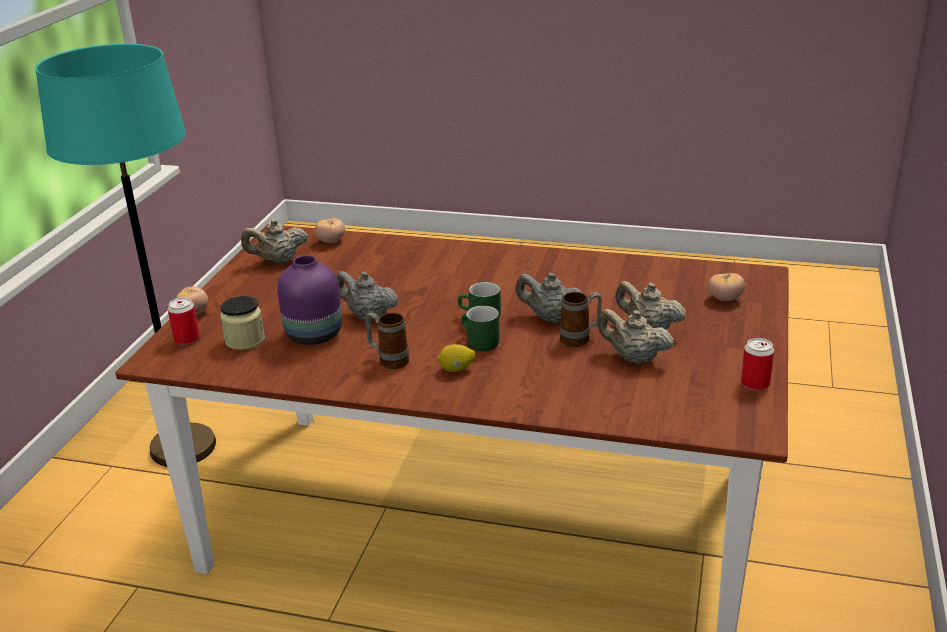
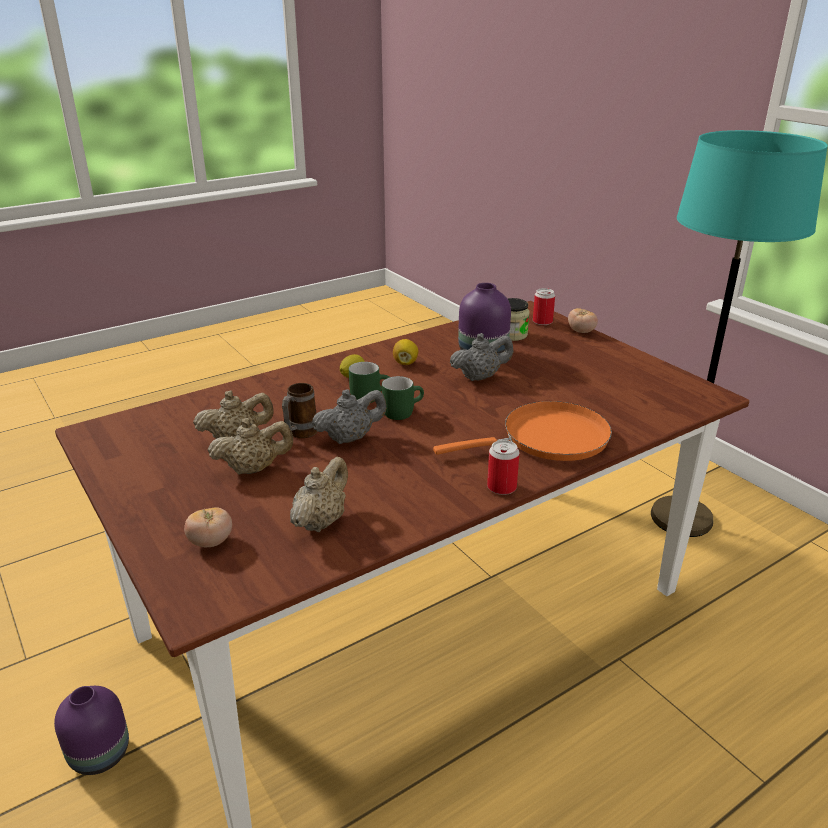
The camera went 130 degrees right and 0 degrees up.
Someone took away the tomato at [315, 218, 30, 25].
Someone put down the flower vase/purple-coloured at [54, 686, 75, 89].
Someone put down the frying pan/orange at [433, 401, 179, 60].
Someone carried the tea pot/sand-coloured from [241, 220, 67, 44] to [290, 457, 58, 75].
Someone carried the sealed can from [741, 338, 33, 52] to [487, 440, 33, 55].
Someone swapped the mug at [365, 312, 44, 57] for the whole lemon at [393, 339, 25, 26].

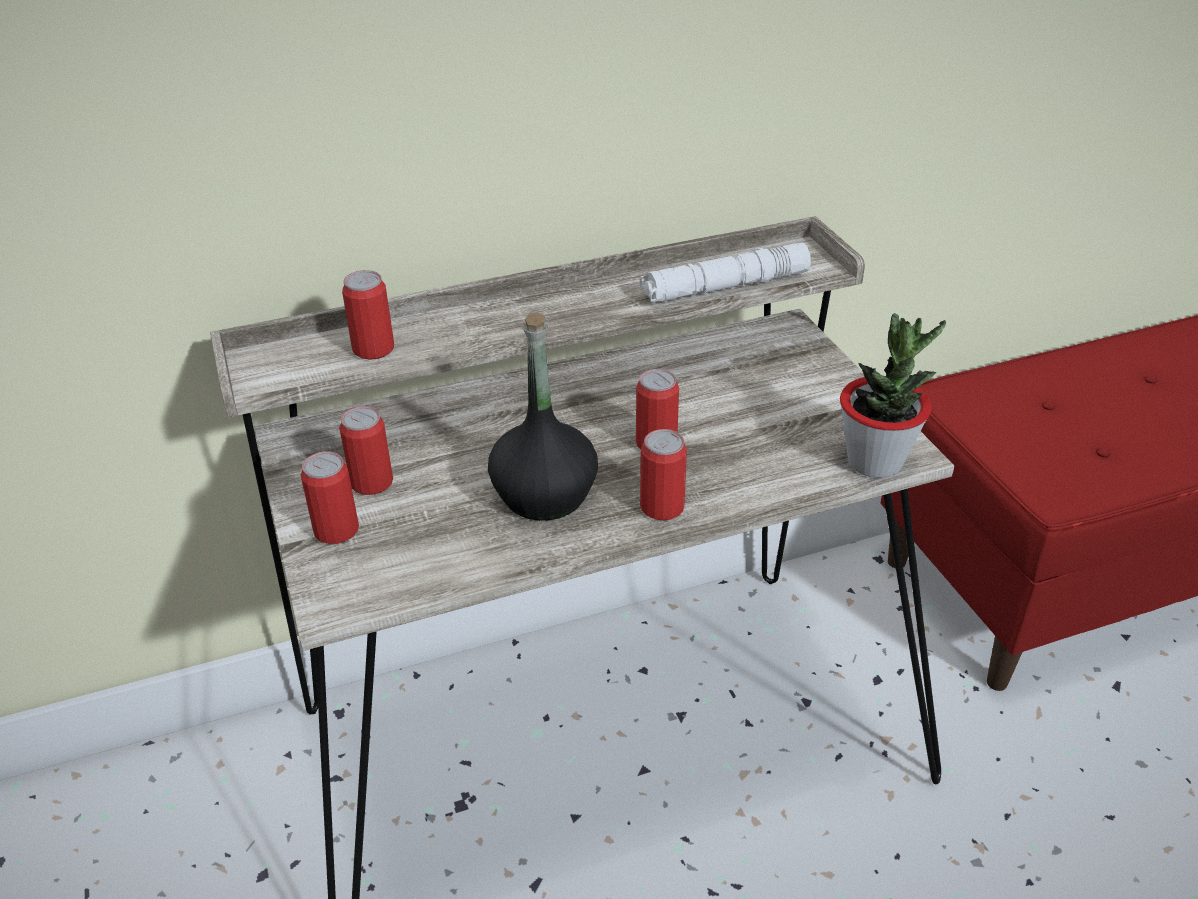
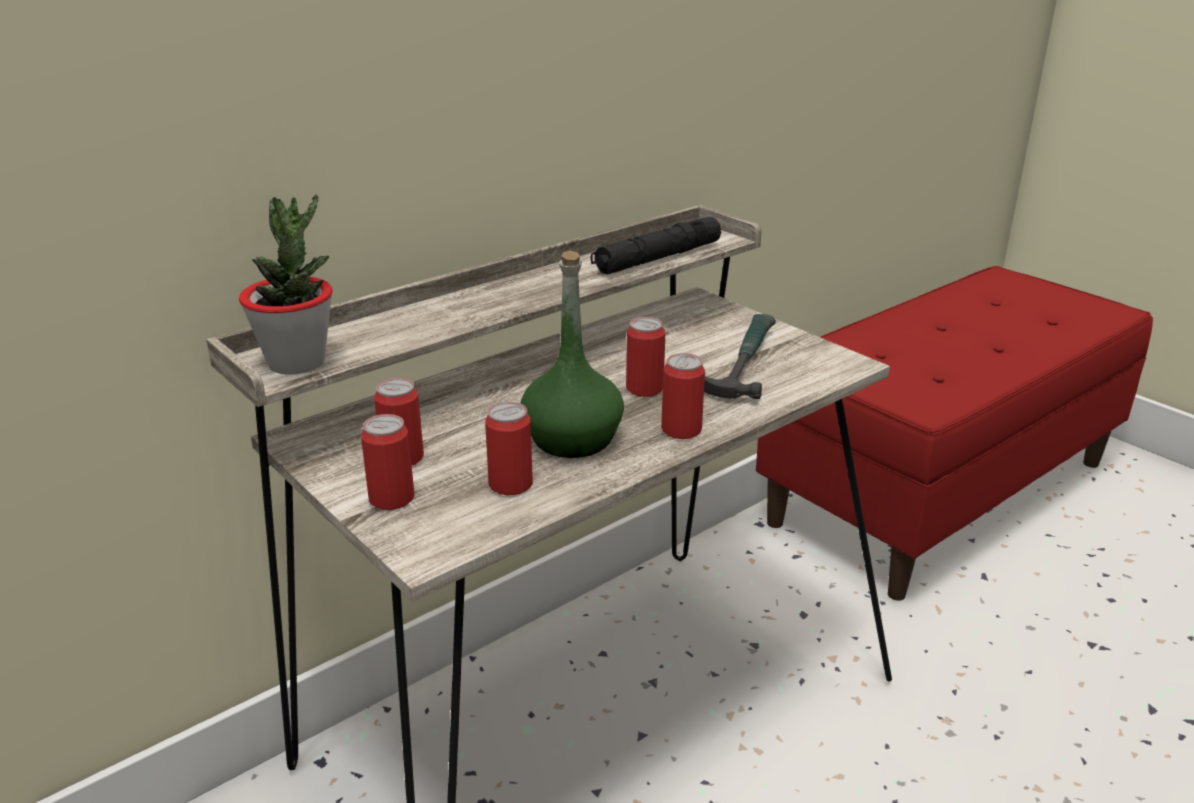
The camera went 20 degrees left and 10 degrees down.
Someone put down the tool hammer at [704, 314, 72, 85].
Someone carried the sealed can from [342, 270, 52, 90] to [485, 402, 48, 93].
Someone carried the plant in a pot from [840, 313, 106, 165] to [239, 195, 94, 180].
Someone repainted the bottle/black-coloured at [488, 312, 110, 209], which became the bottle/green at [520, 251, 104, 207].
Someone repainted the flashlight/white at [640, 242, 171, 61], which became the flashlight/black-coloured at [590, 216, 131, 59].

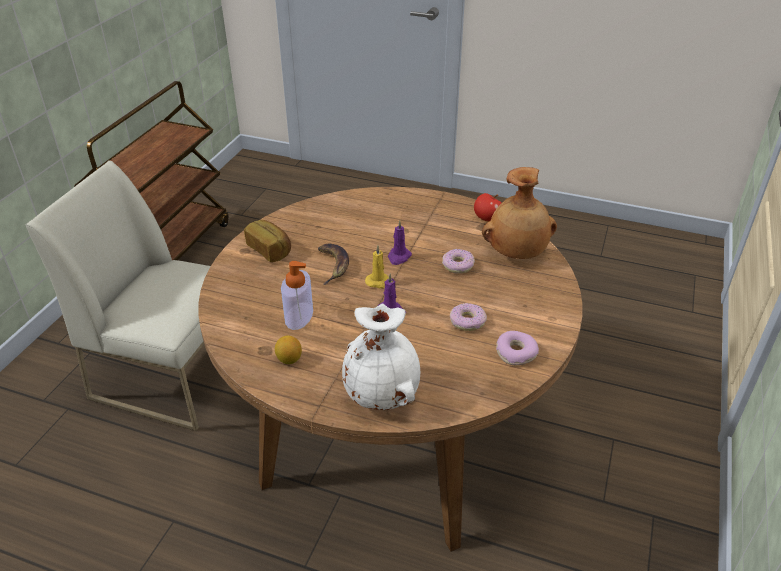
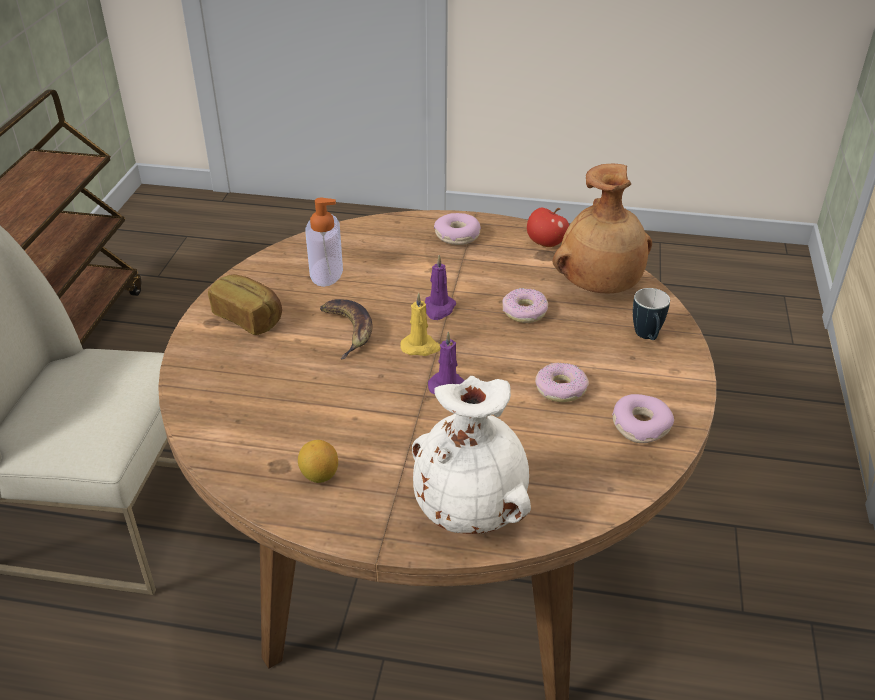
The camera went 10 degrees left and 0 degrees up.
Someone put down the ring doughnut at [434, 213, 47, 32].
Someone put down the mug at [633, 288, 37, 52].
Someone carried the liquid soap bottle from [281, 261, 32, 69] to [306, 198, 37, 89].

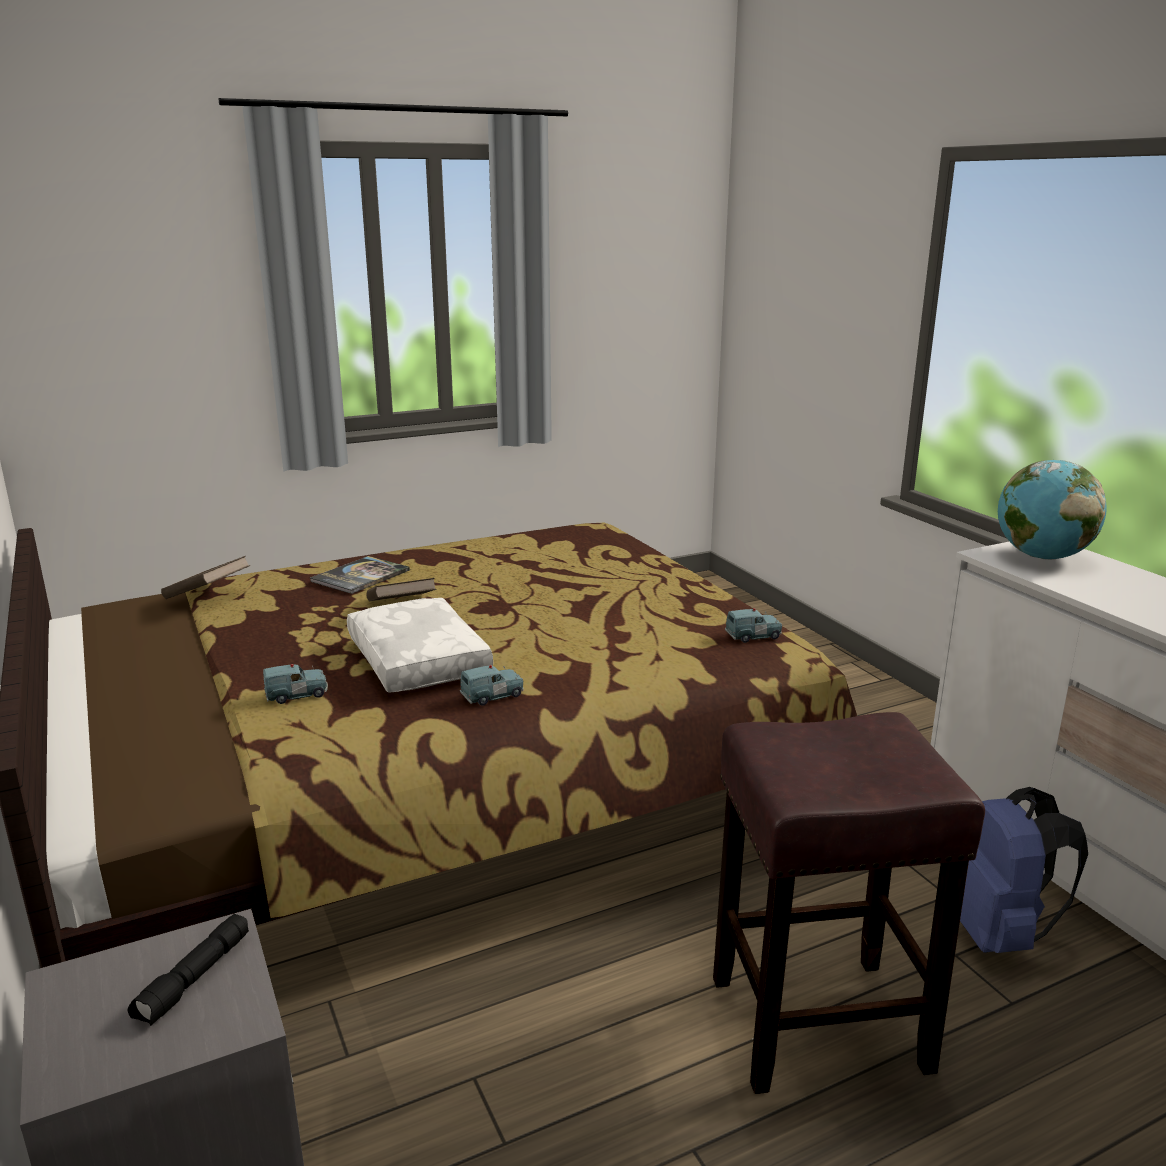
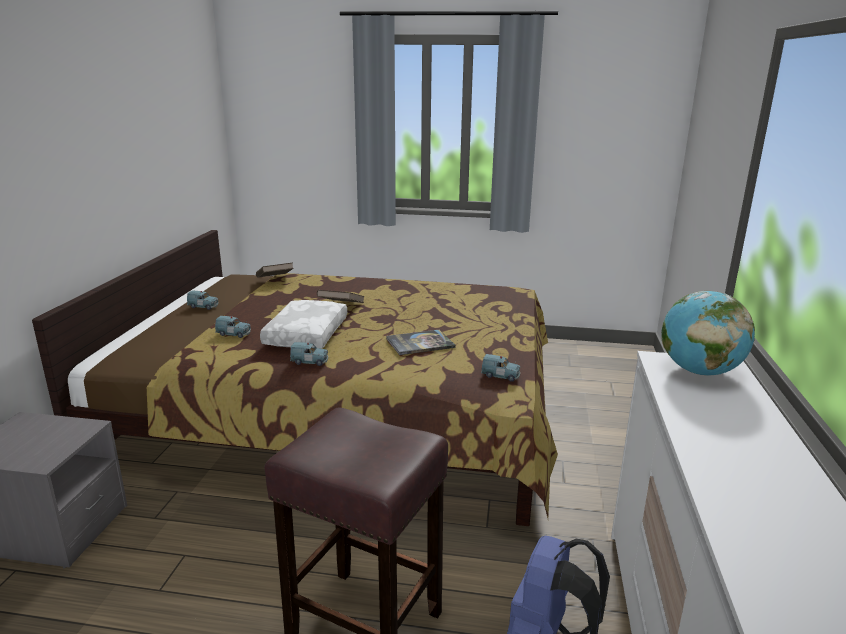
The camera went 35 degrees right and 0 degrees up.
Someone took away the flashlight/black-coloured at [128, 914, 121, 112].
Someone put down the miniature car/bluish at [187, 291, 32, 19].
Someone carried the bound book from [310, 556, 100, 38] to [386, 330, 70, 25].

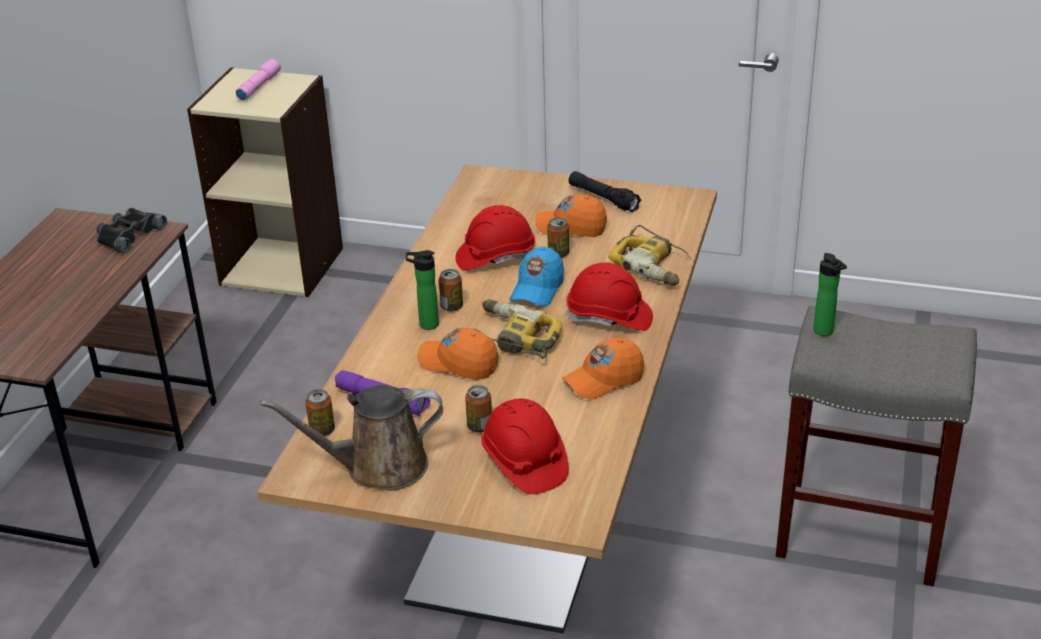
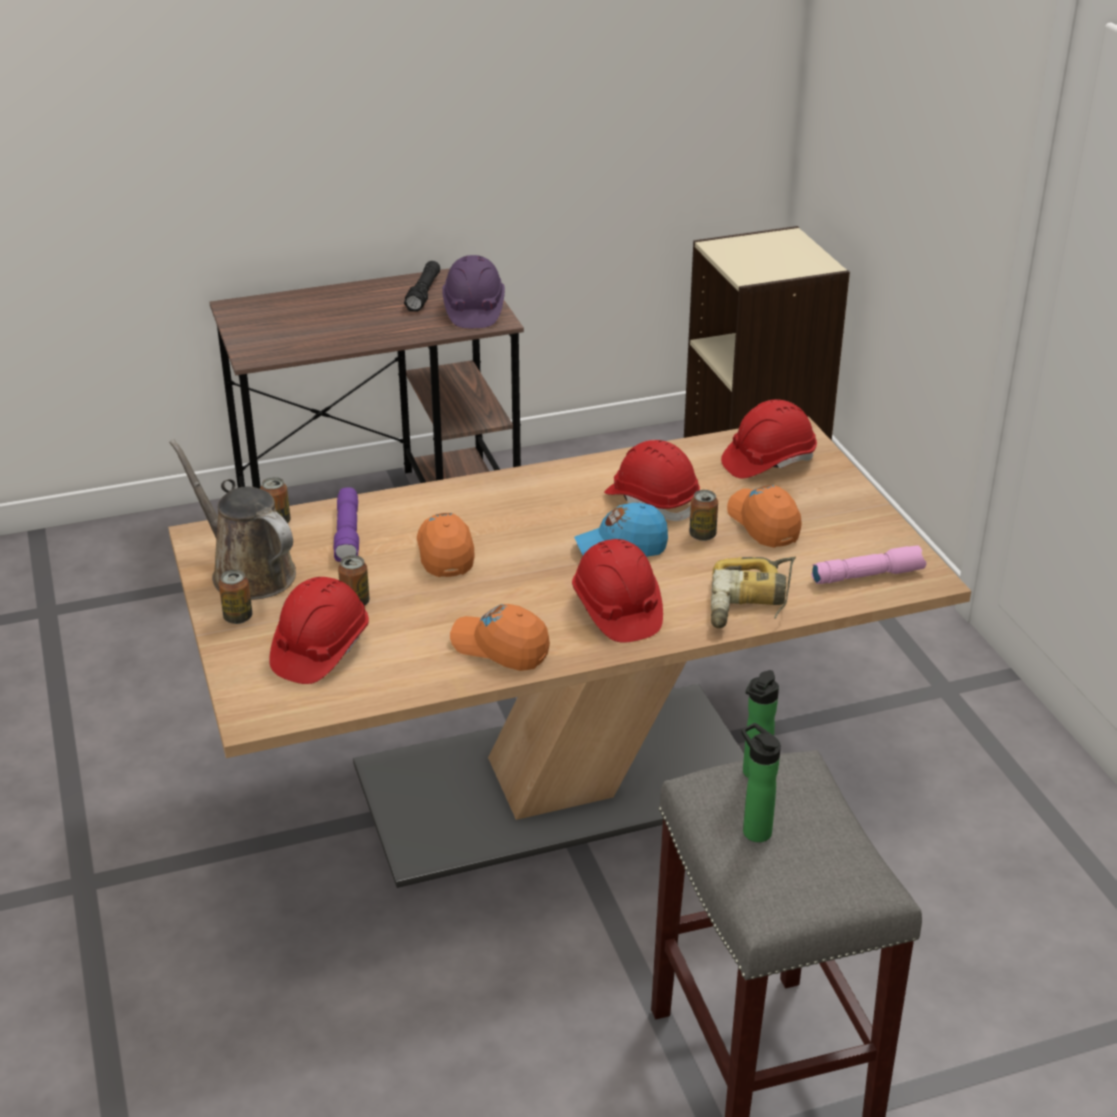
The camera went 55 degrees right and 0 degrees up.
Someone took away the power drill at [473, 299, 89, 60].
Someone put down the work helmet/red-coloured at [721, 399, 96, 80].
Someone carried the flashlight/pink-coloured from [236, 59, 45, 41] to [811, 546, 115, 38].
Someone carried the bottle from [406, 250, 33, 80] to [741, 723, 40, 119].
Someone carried the sealed can from [439, 269, 24, 43] to [219, 570, 33, 54].
Someone carried the flashlight/black-coloured from [569, 171, 72, 41] to [404, 261, 36, 51].
Someone swapped the pair of binoculars/black-coloured at [97, 208, 70, 46] for the work helmet/purple-coloured at [442, 255, 63, 73].

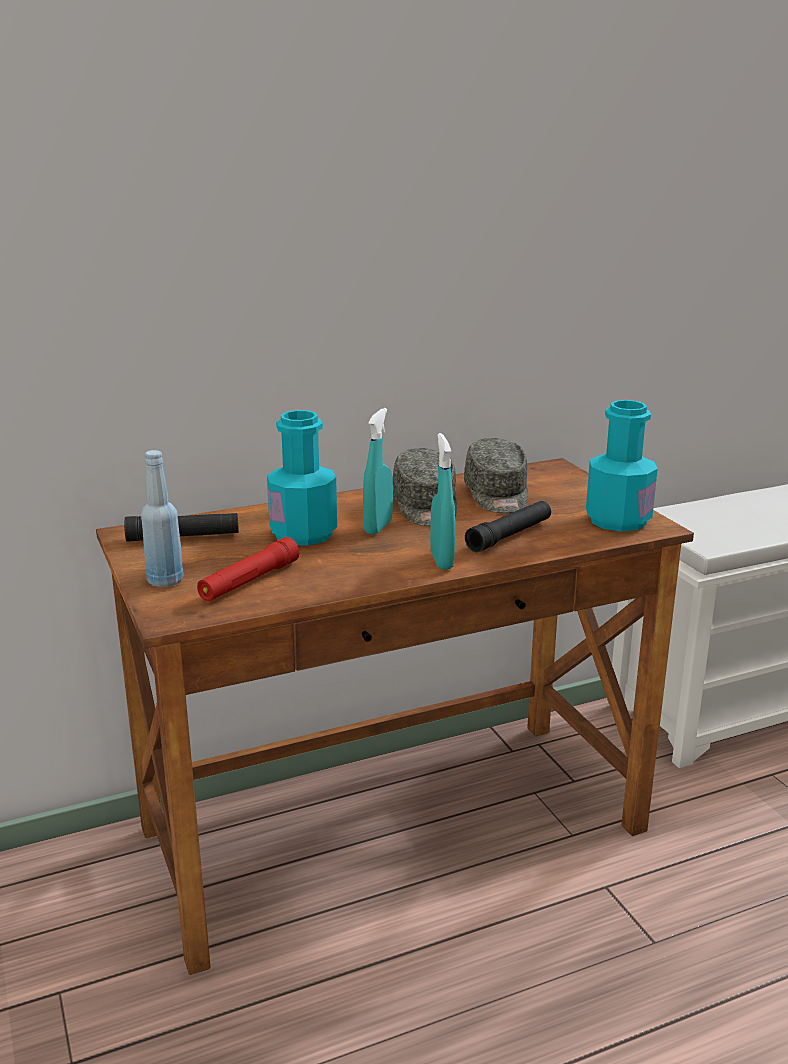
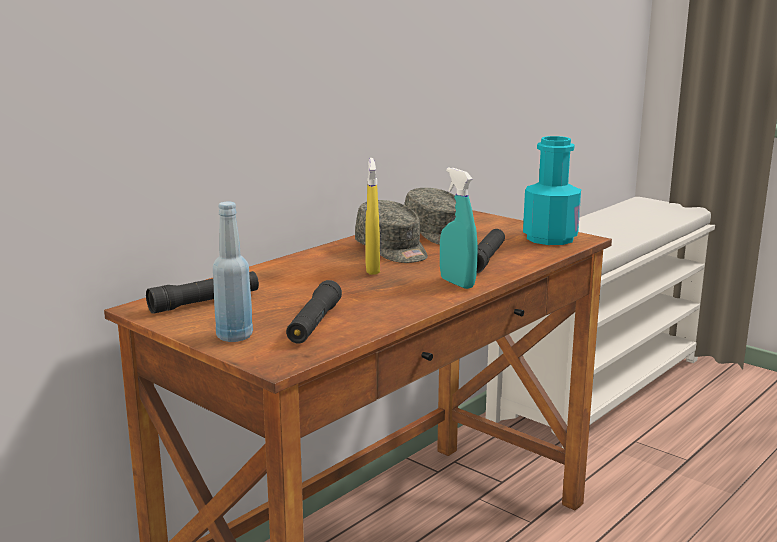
The camera went 25 degrees left and 5 degrees down.
Someone took away the bottle/blue-green at [267, 410, 70, 136].
Someone repainted the flashlight/red-coloured at [197, 537, 102, 64], which became the flashlight/black-coloured at [286, 280, 56, 63].
Someone repainted the spray bottle/blue-green at [363, 408, 30, 126], which became the spray bottle/yellow at [365, 158, 15, 117].

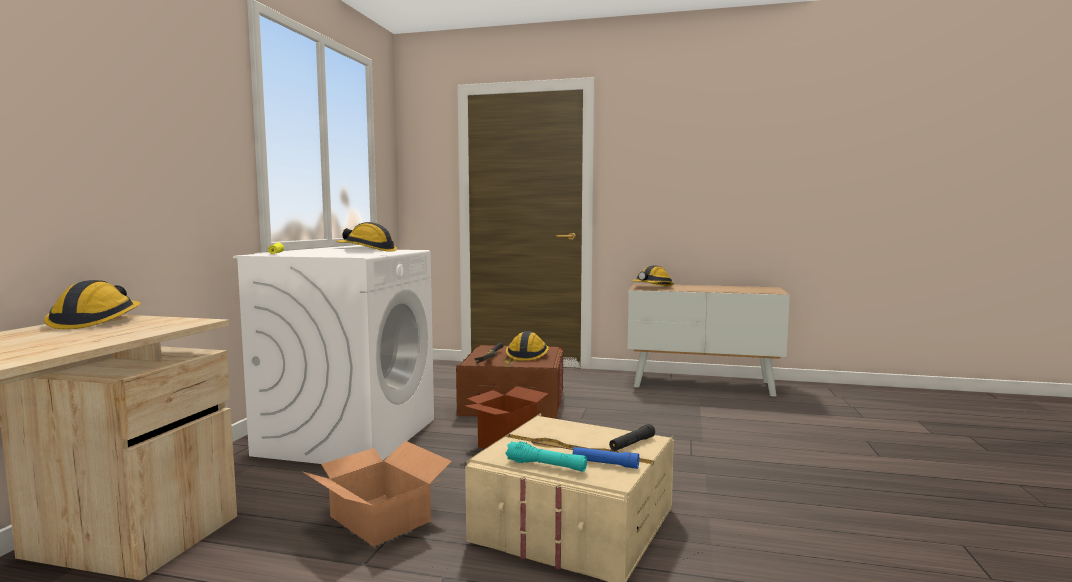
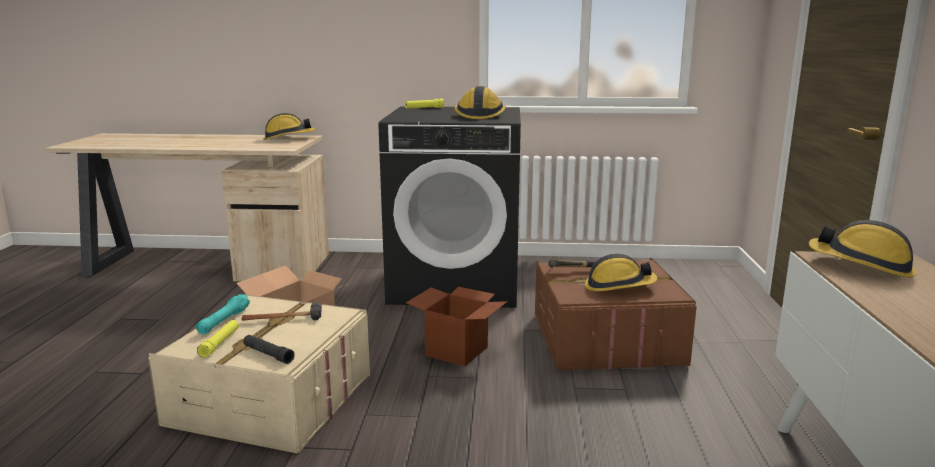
The camera went 80 degrees right and 10 degrees up.
Someone put down the tool hammer at [242, 302, 80, 19].
Someone repainted the washing machine/white at [233, 249, 201, 215], which became the washing machine/black-coloured at [378, 106, 143, 202].
Someone repainted the flashlight/bluish at [573, 447, 66, 22], which became the flashlight/yellow at [197, 320, 42, 38].

